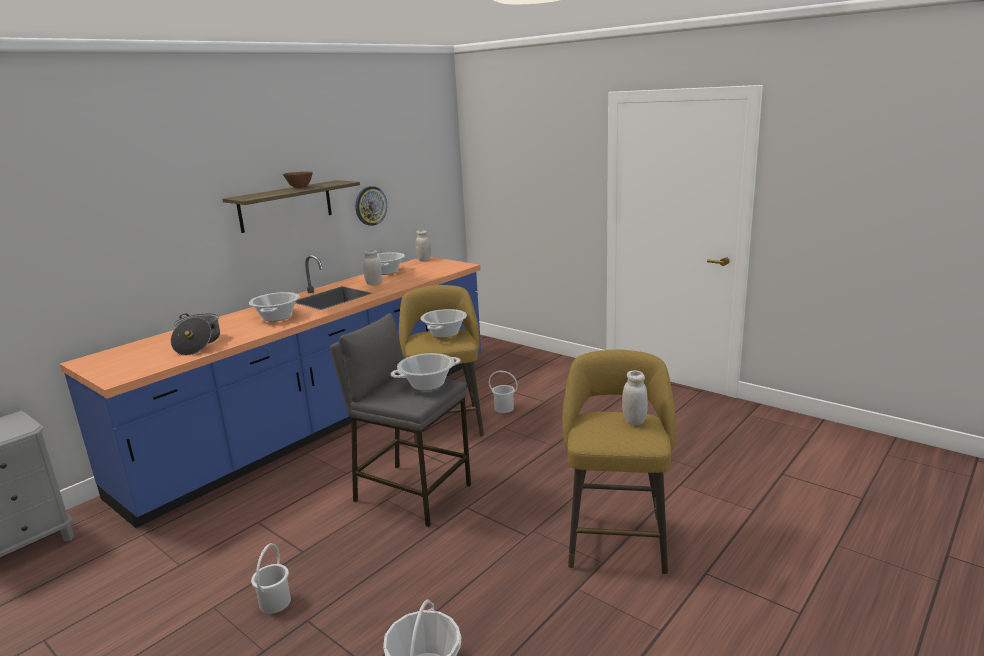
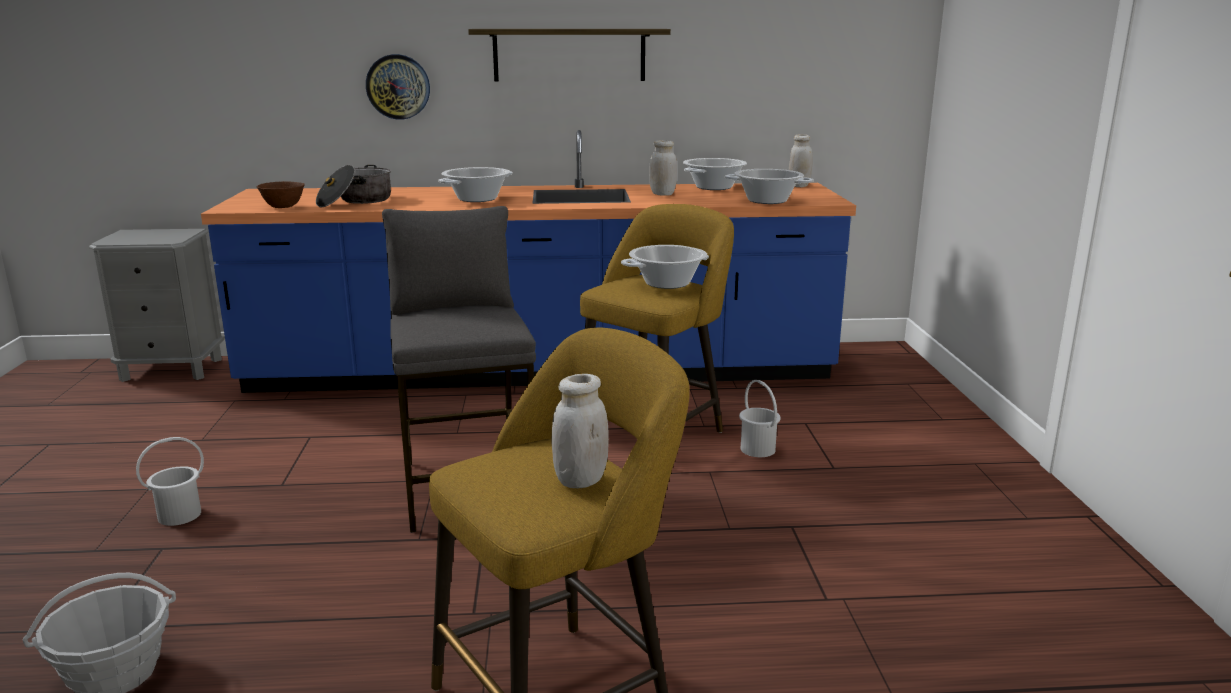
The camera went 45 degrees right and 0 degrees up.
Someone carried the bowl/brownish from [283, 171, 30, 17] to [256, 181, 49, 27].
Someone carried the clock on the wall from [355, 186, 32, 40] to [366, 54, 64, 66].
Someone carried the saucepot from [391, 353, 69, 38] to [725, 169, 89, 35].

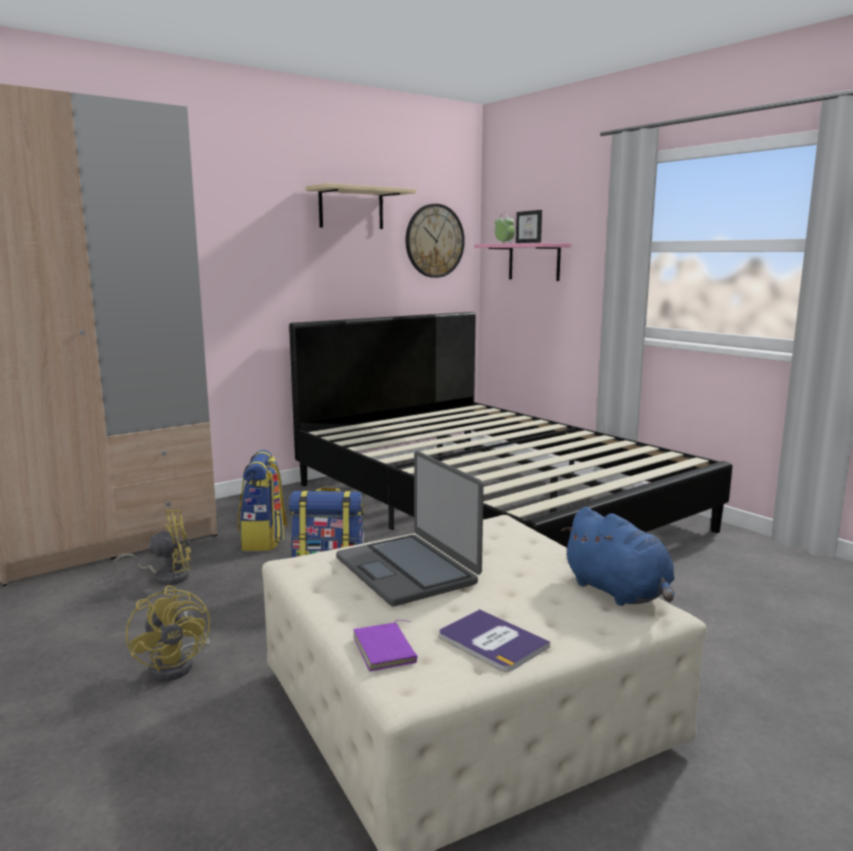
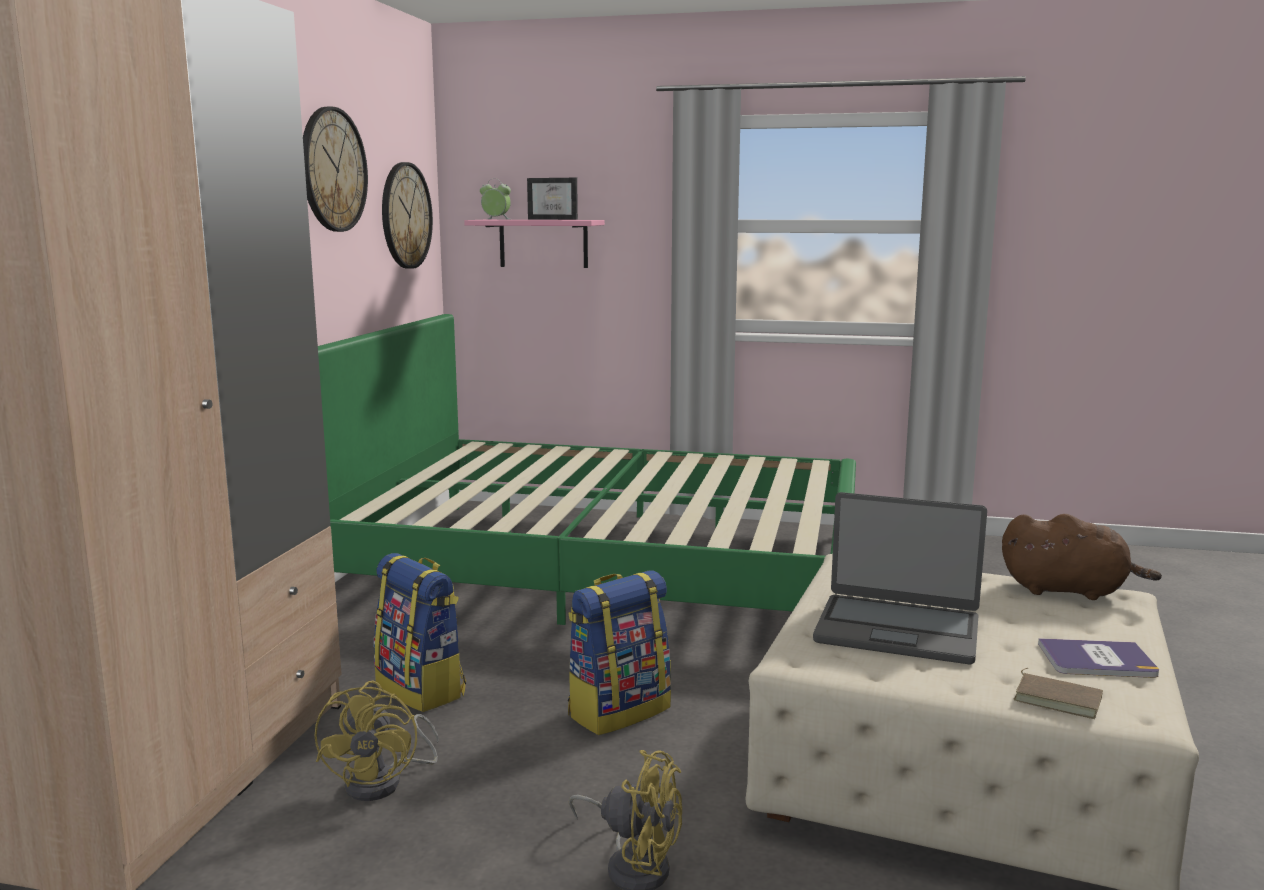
The camera went 40 degrees left and 0 degrees up.
Someone swapped the bracket shelf/sand-coloured at [305, 183, 111, 46] for the clock on the wall at [303, 107, 65, 125].
Someone repainted the sleeping bed/black-coloured at [289, 312, 443, 236], which became the sleeping bed/green at [318, 314, 538, 311].
Someone repainted the bound book/purple-coloured at [353, 620, 65, 51], which became the bound book/brownish at [1013, 668, 90, 51].
Someone repainted the soft toy/bluish at [561, 507, 113, 99], which became the soft toy/brownish at [1002, 514, 160, 86].
Someone rotated the fan/yellow at [113, 510, 78, 75] by 150 degrees clockwise.

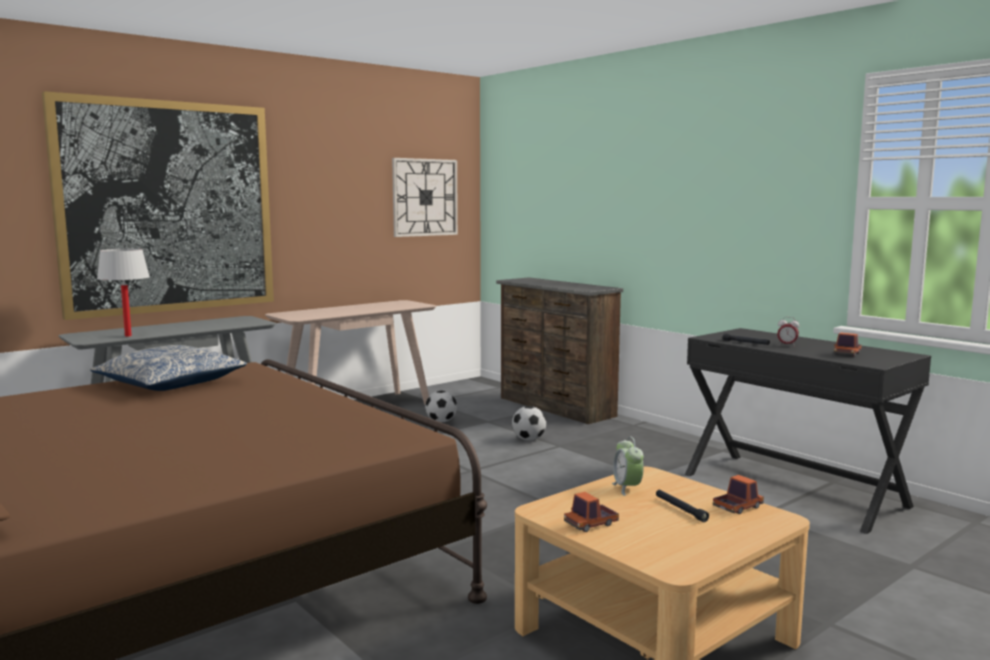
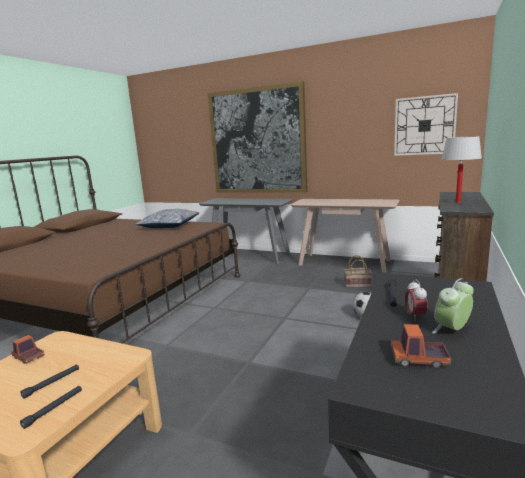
The camera went 65 degrees right and 5 degrees up.
Someone carried the table lamp/white from [97, 249, 53, 88] to [442, 136, 40, 67].
Someone carried the alarm clock from [612, 437, 32, 59] to [432, 278, 42, 56].
Someone swapped the football at [425, 391, 32, 31] for the household basket at [344, 255, 28, 33].
Someone swapped the toy truck at [713, 475, 51, 39] for the flashlight/black-coloured at [20, 386, 62, 43].

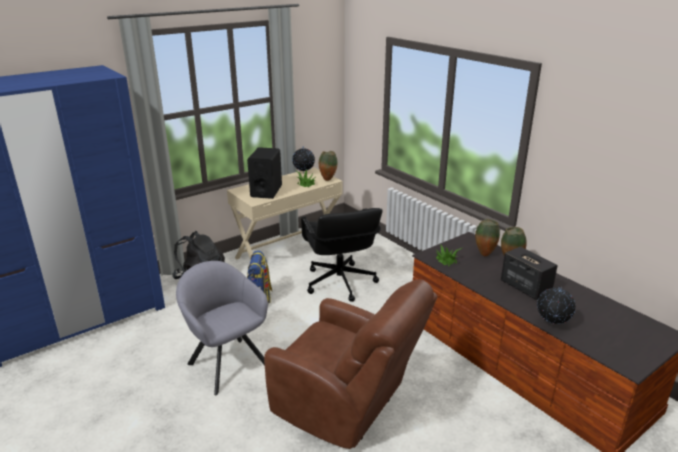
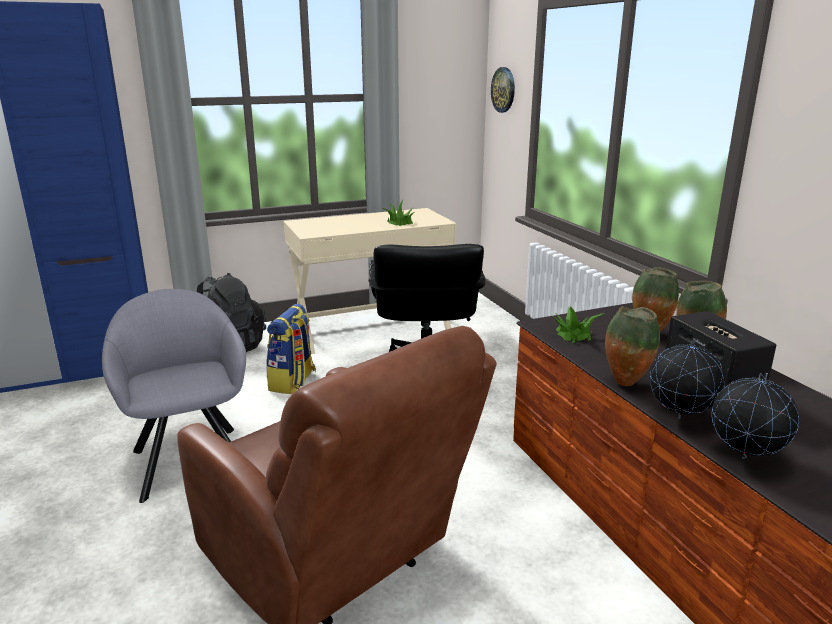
The camera went 15 degrees right and 5 degrees down.
Someone took away the speaker/black-coloured at [247, 147, 35, 52].
Someone put up the clock on the wall at [491, 67, 24, 46].
Someone carried the globe from [292, 146, 23, 28] to [650, 338, 75, 81].
Someone carried the flower vase from [319, 151, 19, 30] to [605, 306, 55, 80].

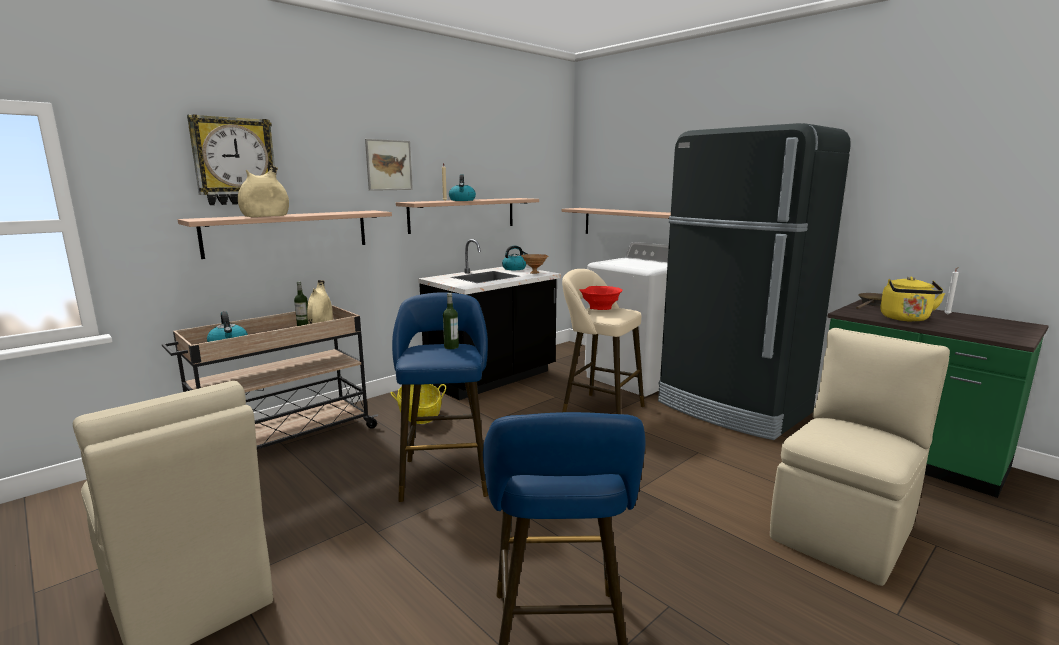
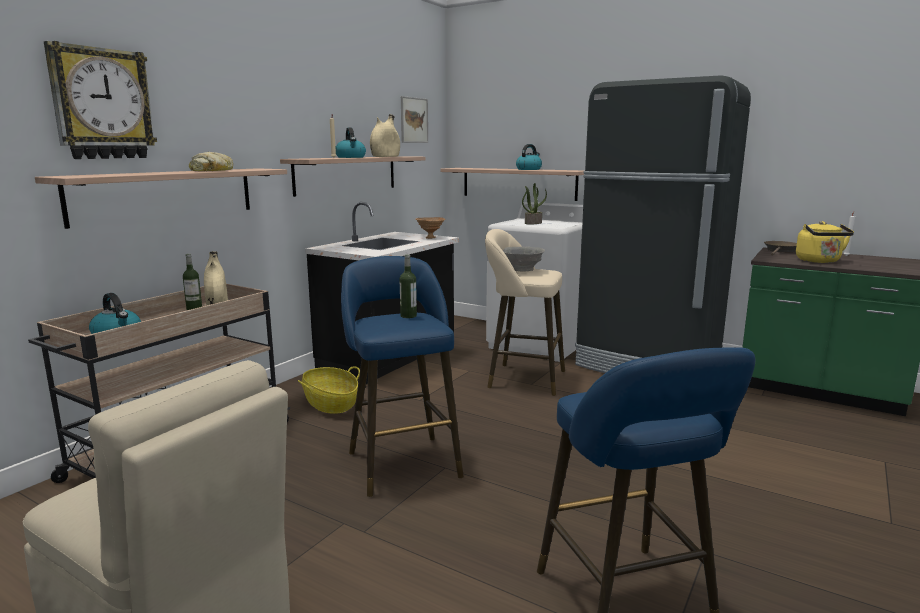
The camera went 15 degrees left and 0 degrees up.
Someone took away the plain chair/sand-coloured at [770, 328, 180, 258].
Someone put down the bread at [189, 152, 44, 19].
Someone put down the plant in a pot at [522, 183, 25, 41].
Someone carried the flower vase/sand-coloured from [238, 165, 51, 52] to [370, 114, 30, 43].
Someone carried the wall art from [365, 139, 48, 52] to [401, 96, 27, 47].
Someone carried the kettle from [502, 246, 25, 24] to [516, 144, 26, 26].
Someone repainted the bowl/red-coloured at [580, 286, 42, 24], which became the bowl/gray at [503, 247, 42, 25].

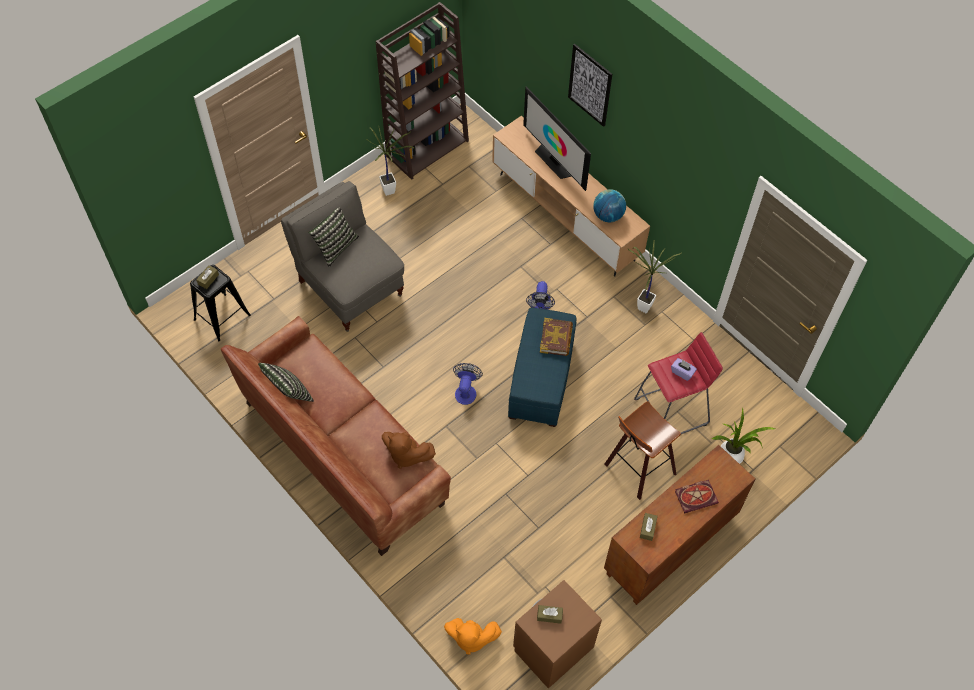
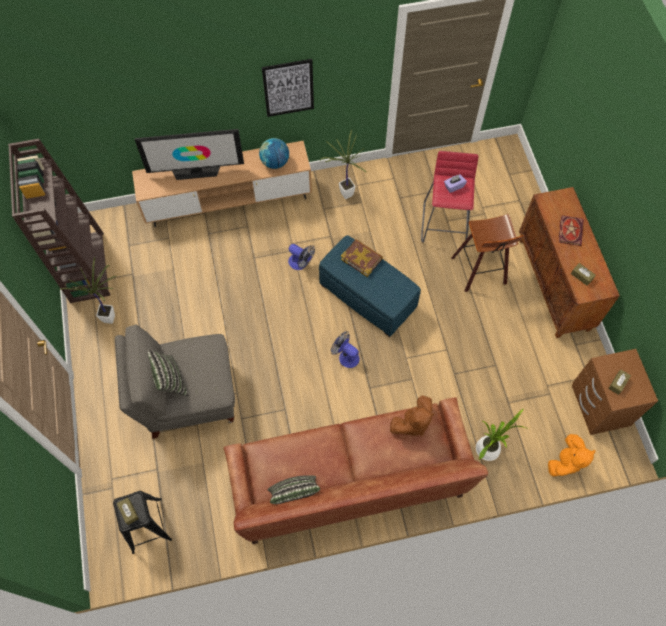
The camera went 60 degrees left and 5 degrees up.
Someone carried the wall art from [568, 44, 44, 83] to [262, 59, 52, 58].
Someone carried the plant in a pot from [712, 408, 64, 56] to [476, 408, 53, 53].

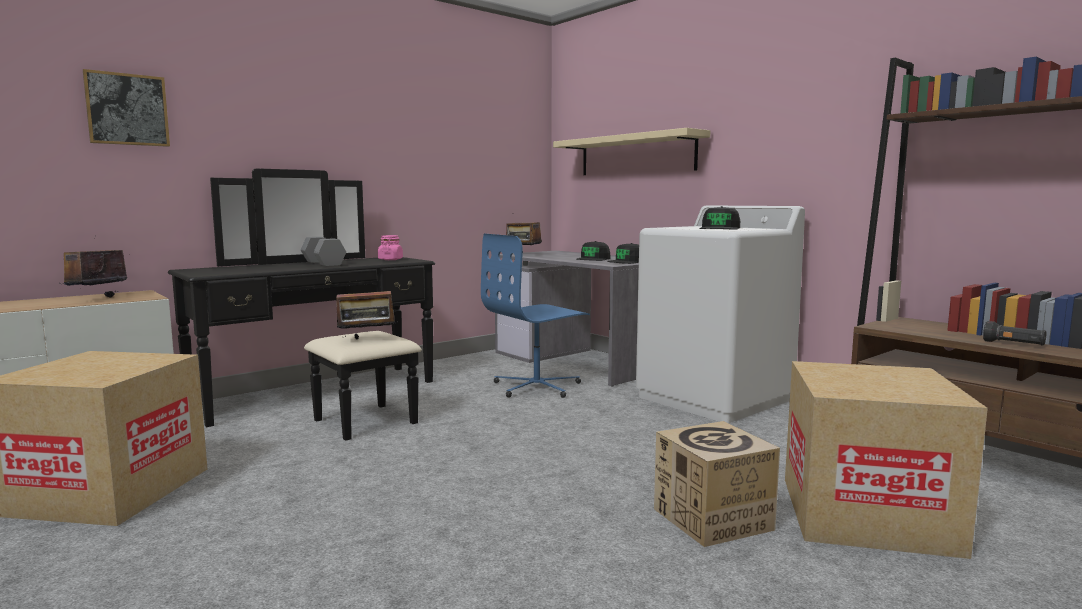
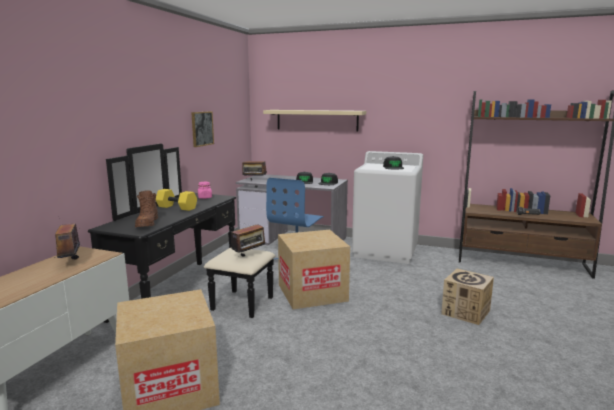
The camera went 30 degrees left and 5 degrees up.
Someone put down the high-top boot/brownish at [135, 190, 23, 38].
Someone carried the wall art from [83, 69, 87, 78] to [191, 111, 23, 36].
Someone carried the carton from [785, 361, 203, 198] to [278, 230, 72, 79].
Someone repainted the dumbbell/gray at [301, 237, 45, 29], which became the dumbbell/yellow at [156, 189, 41, 22].

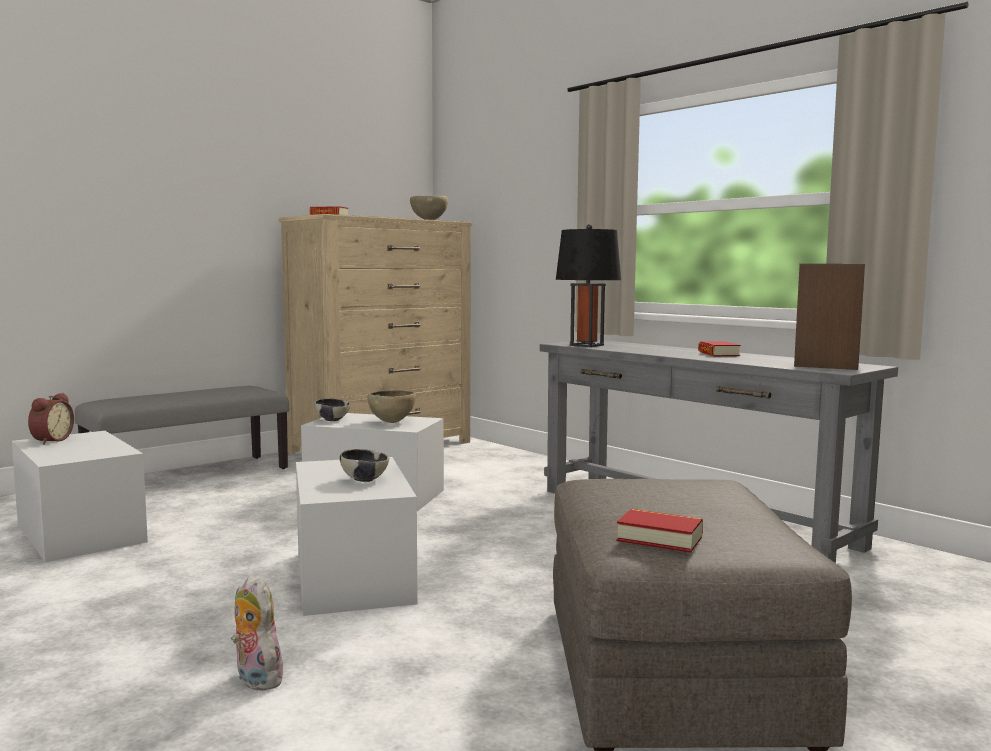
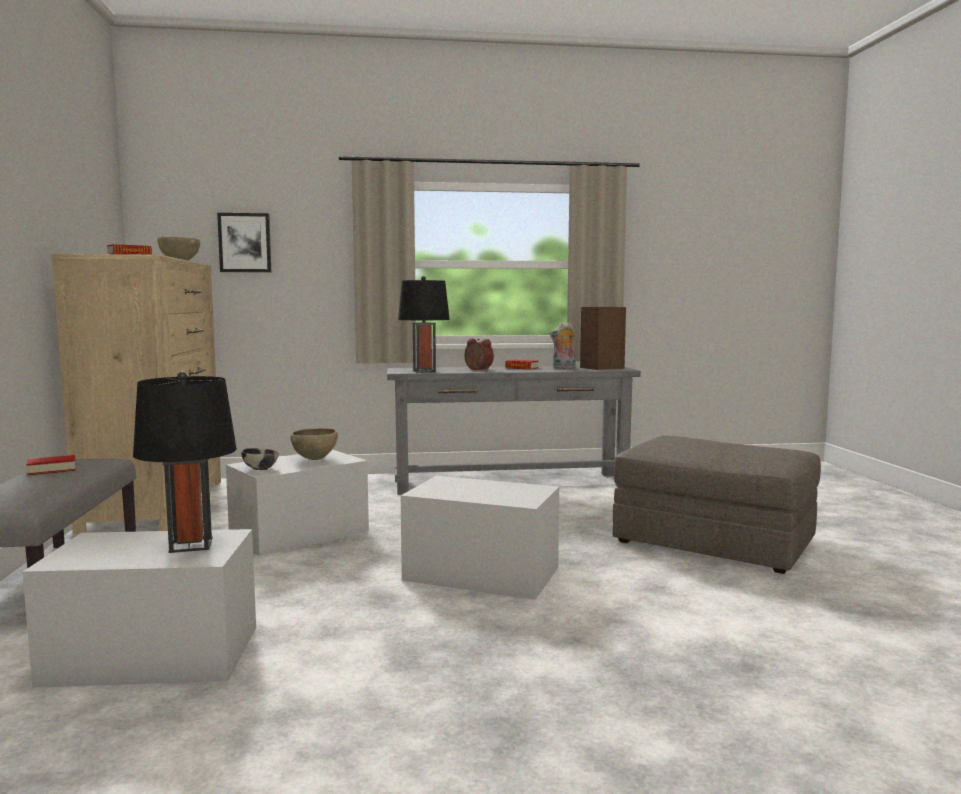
The camera went 55 degrees left and 0 degrees up.
Someone took away the bowl at [340, 449, 49, 33].
Someone put down the table lamp/black-coloured at [133, 371, 104, 182].
Someone put up the wall art at [217, 213, 54, 59].
Someone carried the alarm clock from [28, 393, 46, 51] to [464, 338, 30, 32].
Someone carried the soft toy from [231, 575, 52, 116] to [549, 322, 27, 47].
Someone carried the bound book from [616, 509, 87, 44] to [27, 455, 49, 20].

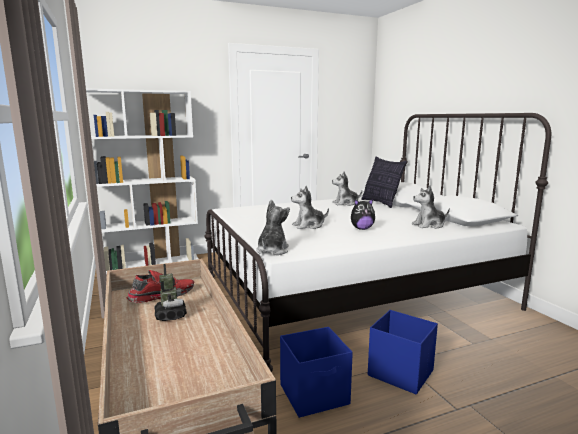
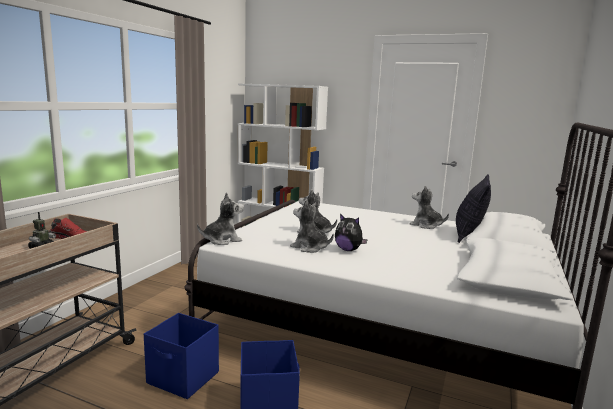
The camera went 45 degrees right and 0 degrees up.
Someone carried the soft toy from [412, 185, 38, 44] to [290, 199, 44, 54].

